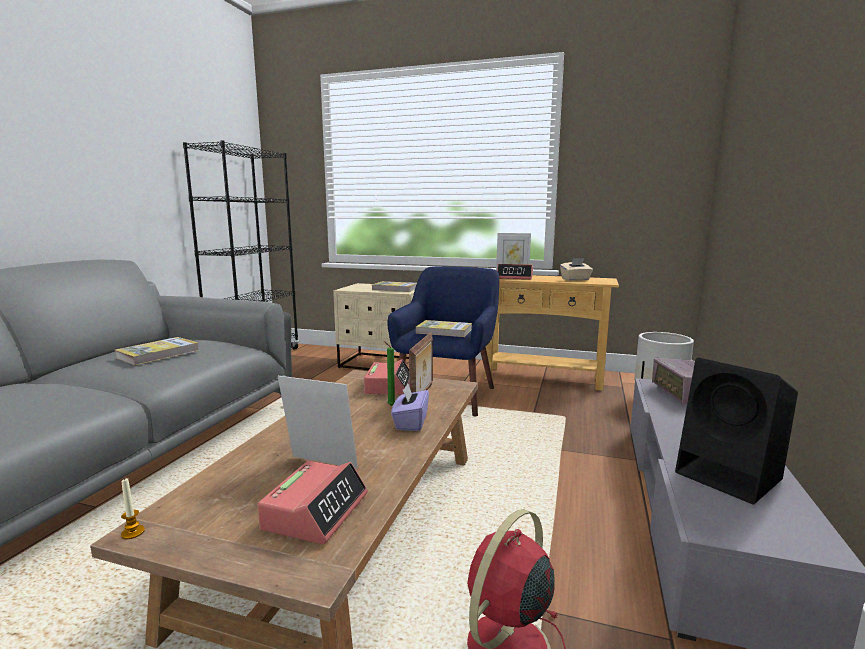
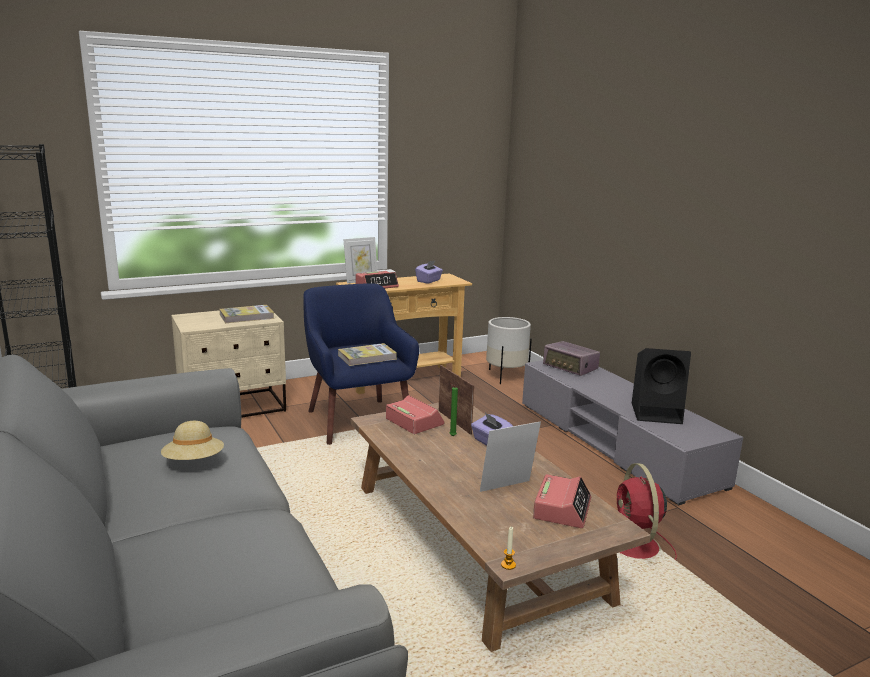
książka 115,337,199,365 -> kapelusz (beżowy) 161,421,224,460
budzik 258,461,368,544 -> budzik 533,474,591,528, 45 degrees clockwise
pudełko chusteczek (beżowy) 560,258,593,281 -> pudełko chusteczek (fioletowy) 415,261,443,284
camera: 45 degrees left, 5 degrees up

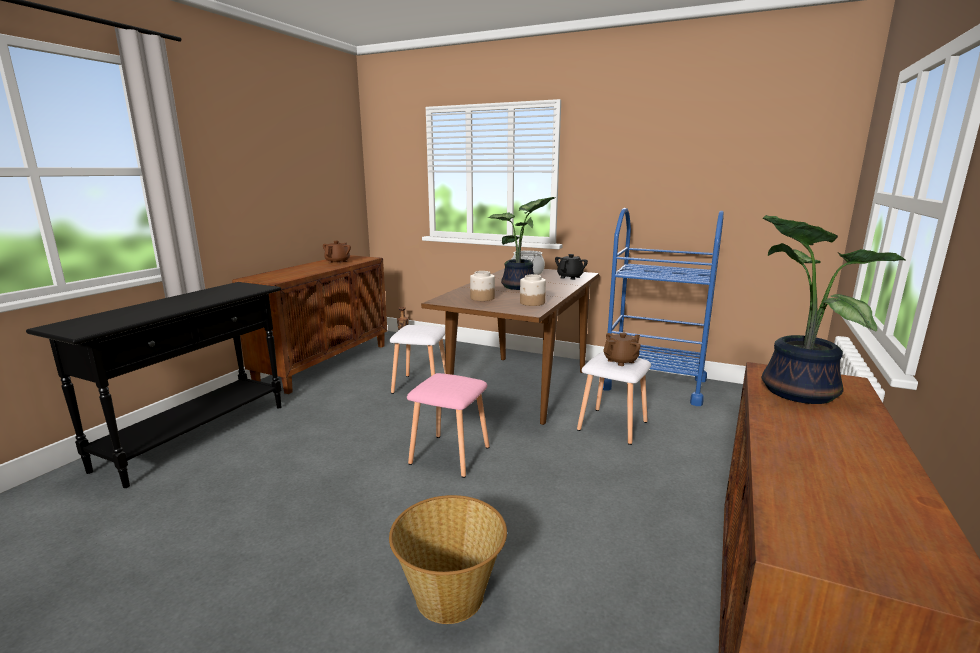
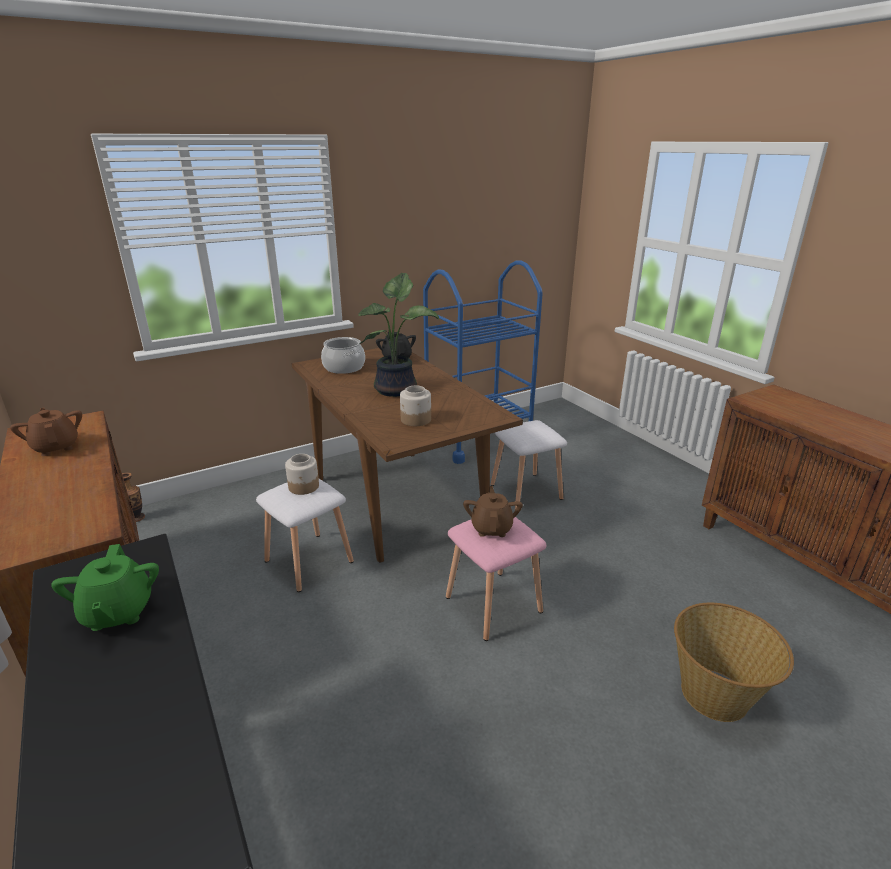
słoik 520,274,546,306 -> słoik 285,454,319,495, move
imbryk (brązowy) 603,333,641,366 -> imbryk (brązowy) 463,486,523,537, move
roślina doniczkowa 762,215,905,404 -> none
none -> imbryk (zielony) 51,544,159,631
camera: 55 degrees left, 10 degrees up

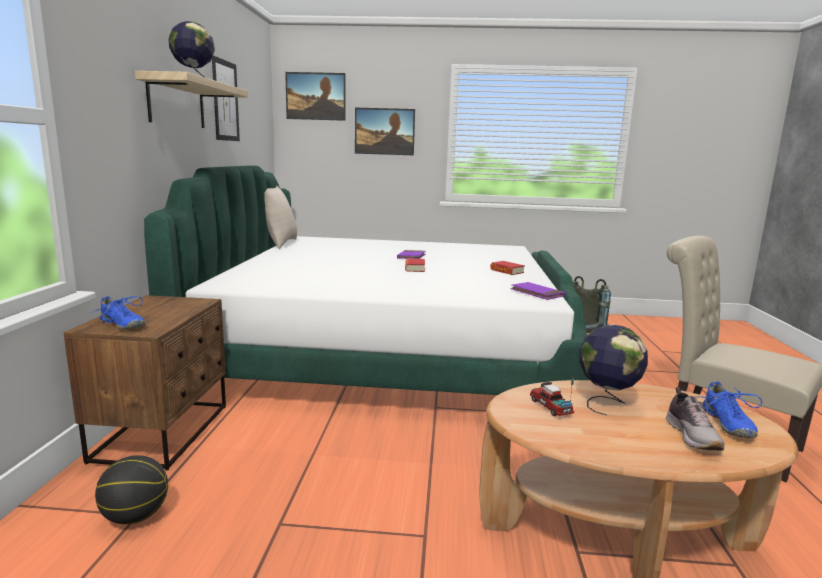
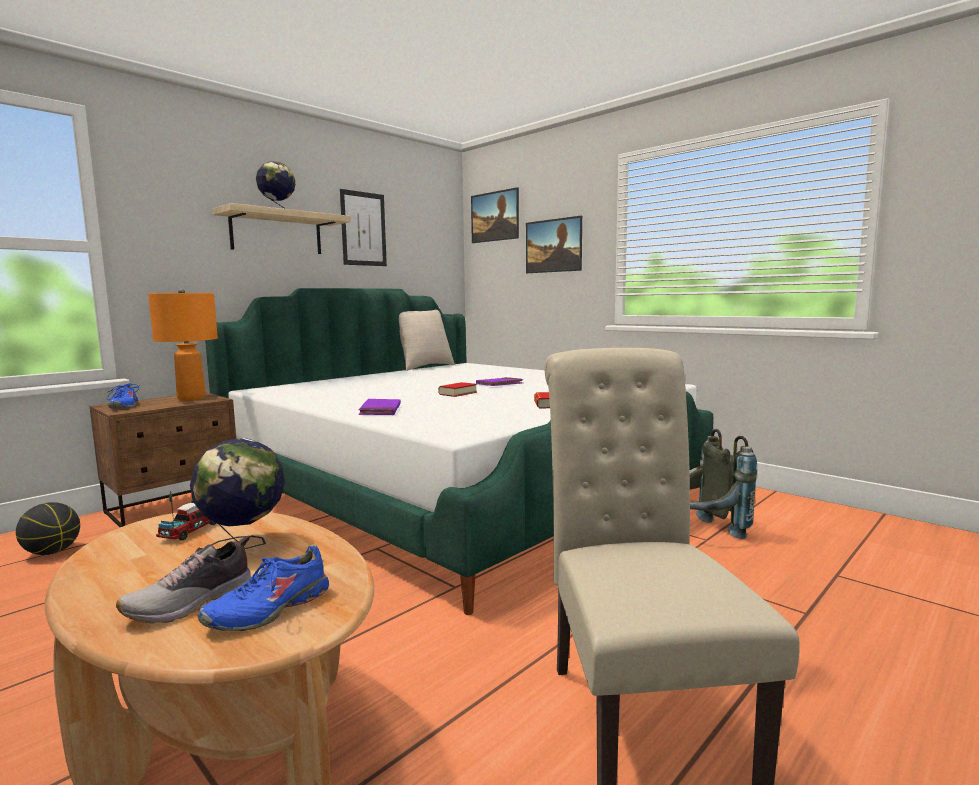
książka (fioletowy) 510,282,565,300 -> książka (fioletowy) 359,399,401,415, move
none -> lampa stołowa (pomarańczowy) 148,289,218,401
camera: 40 degrees right, 5 degrees down

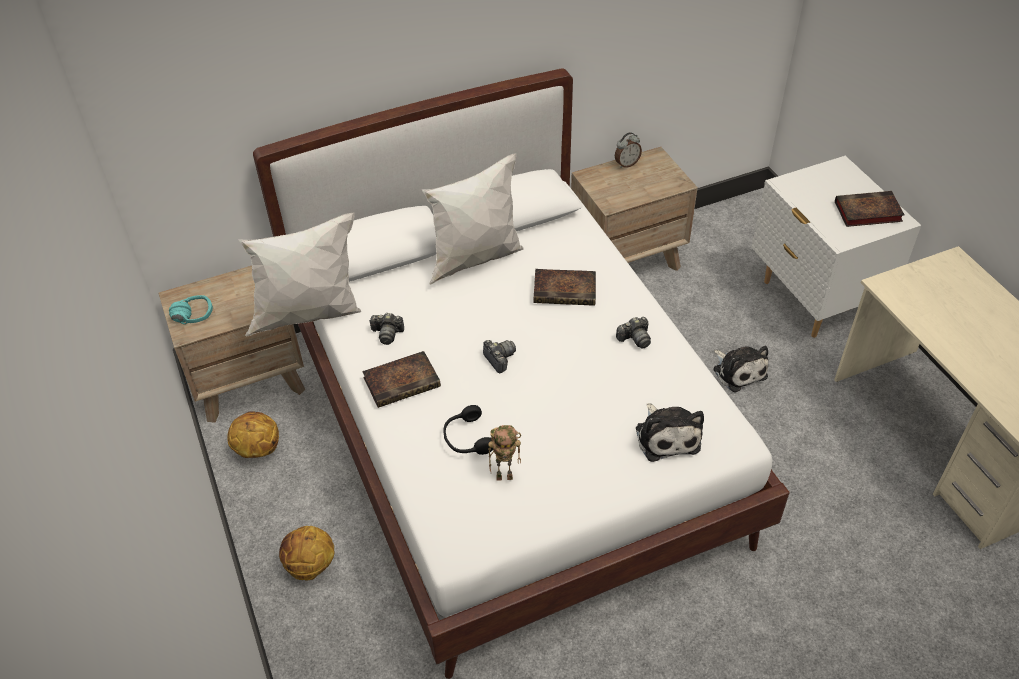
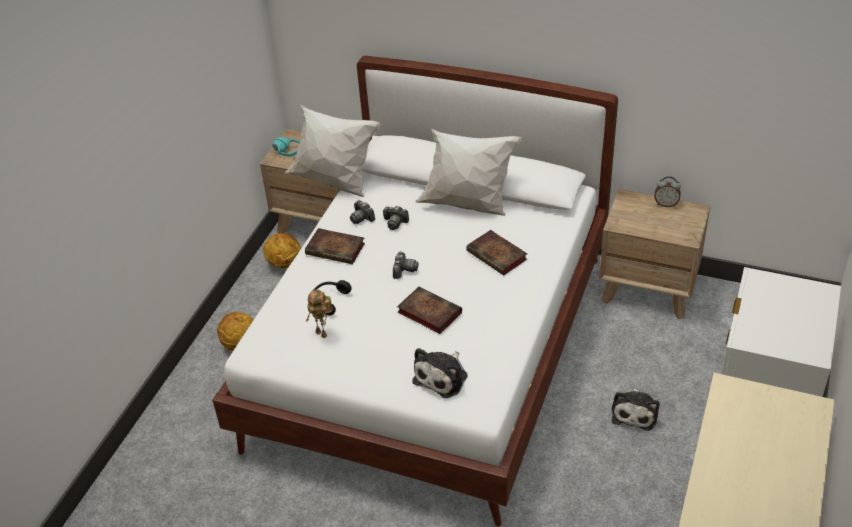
aparat fotograficzny 616,317,651,349 -> aparat fotograficzny 383,206,409,230, move
książka 835,191,905,227 -> książka 397,287,462,334, move
camera: 45 degrees right, 5 degrees down

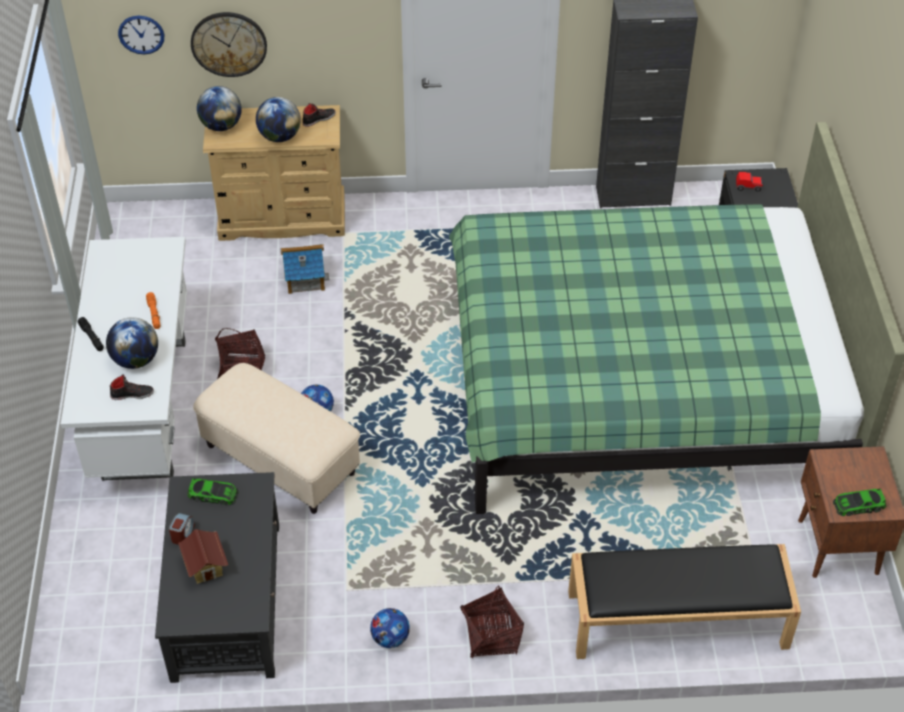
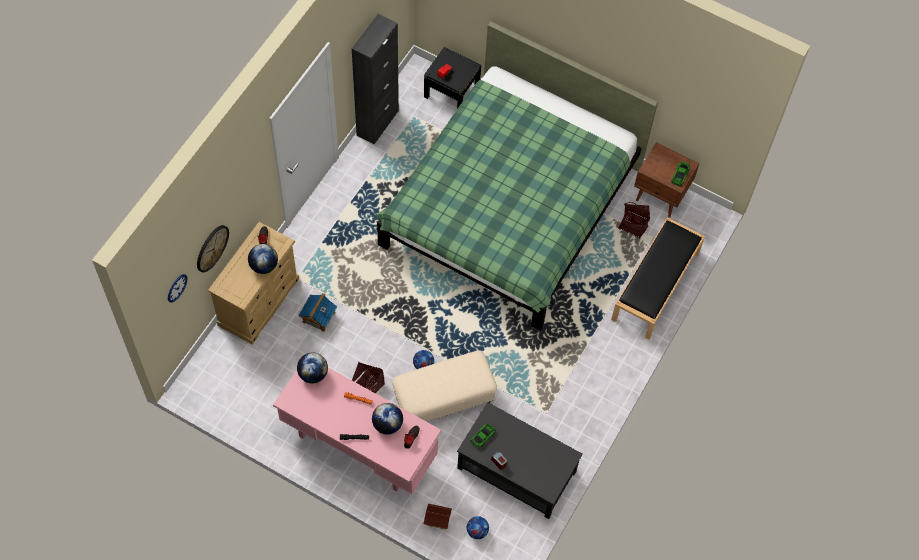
biurko (biały) 61,237,187,481 -> biurko (różowy) 273,368,441,494
domek 178,529,228,584 -> domek 424,504,452,529, move
globus 197,86,242,131 -> globus 297,352,328,383, move
piłka futbolowa 370,608,410,648 -> piłka futbolowa 467,516,489,539, move
koszyk 460,586,524,658 -> koszyk 618,202,650,239, move
camera: 60 degrees left, 15 degrees up

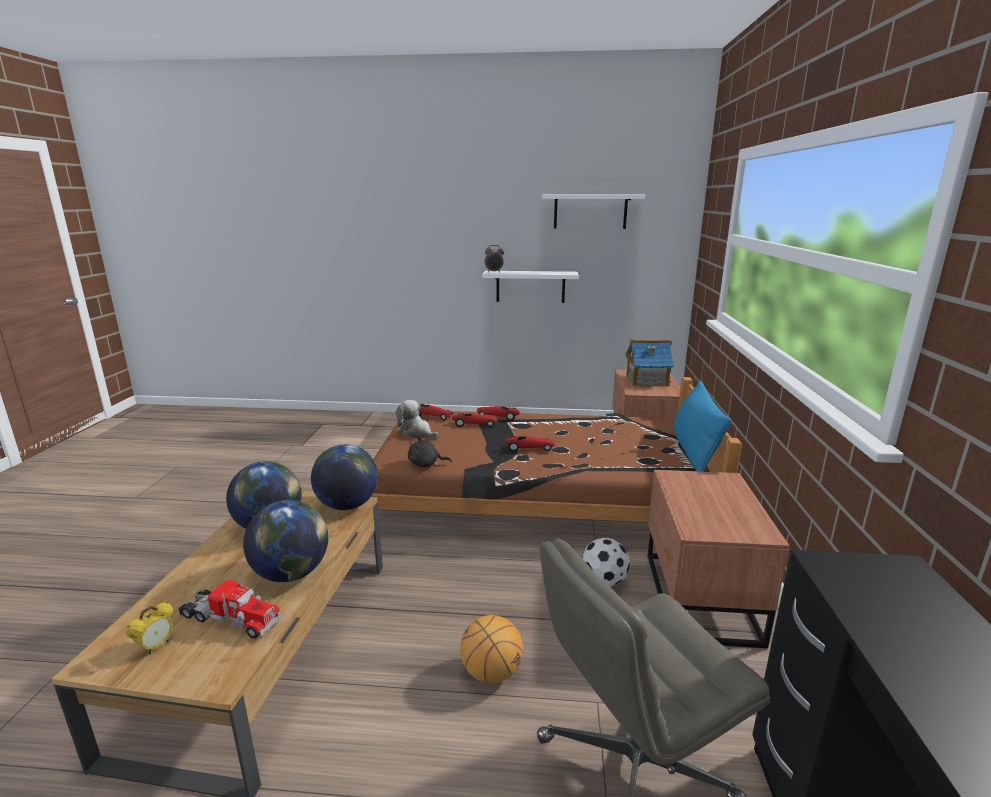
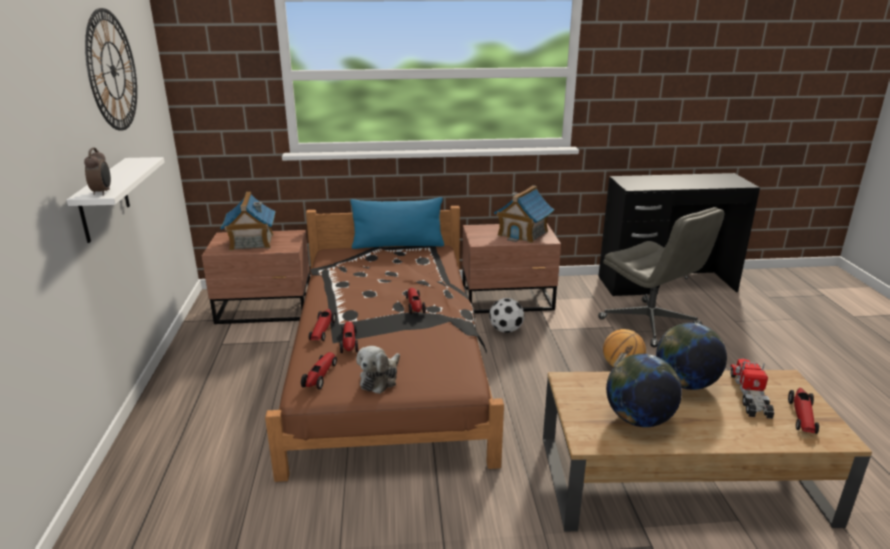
budzik 126,602,173,654 -> samochodzik 788,388,819,434
globus 311,444,378,510 -> none
pluszak (czarny) 408,435,452,467 -> none
półka (biały) 542,194,645,229 -> zegar ścienny 85,8,137,131
none -> domek 494,185,554,243
camera: 100 degrees left, 5 degrees up

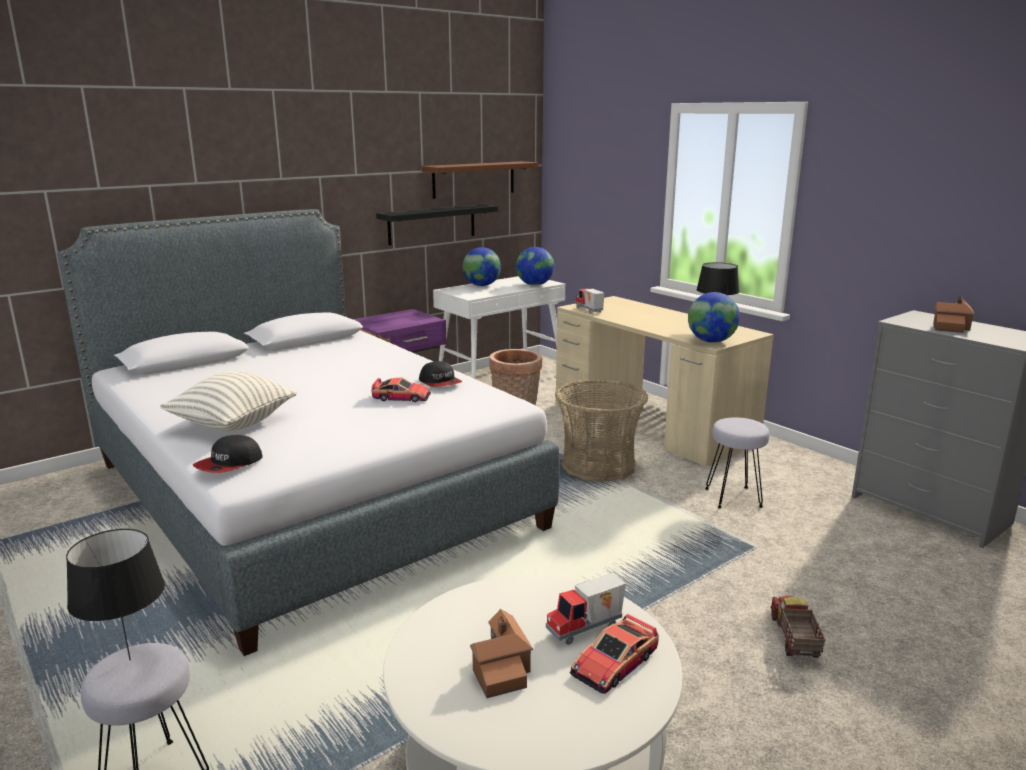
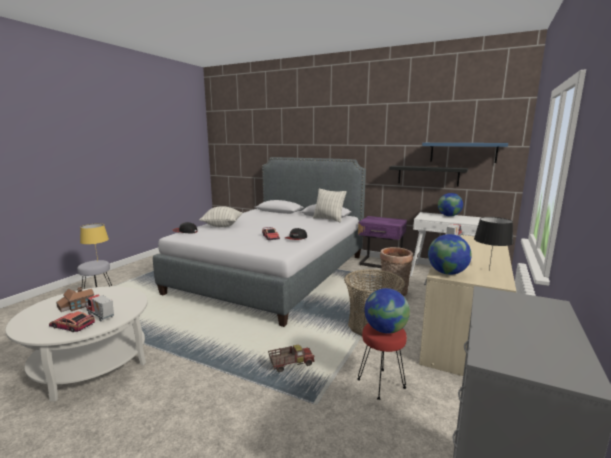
lampa stołowa (czarny) 66,529,165,660 -> lampa stołowa (żółty) 80,224,109,260
półka (brązowy) 422,161,538,199 -> półka (niebieski) 422,143,508,163
globus 516,247,554,286 -> globus 364,288,410,334, move
stołek (szary) 705,417,770,509 -> stołek (czerwony) 357,323,407,400
ciężarówka zabawkowa 771,596,826,657 -> ciężarówka zabawkowa 268,345,315,372, move
domek 933,296,975,333 -> none
none -> poduszka 313,189,347,222
camera: 65 degrees right, 5 degrees down

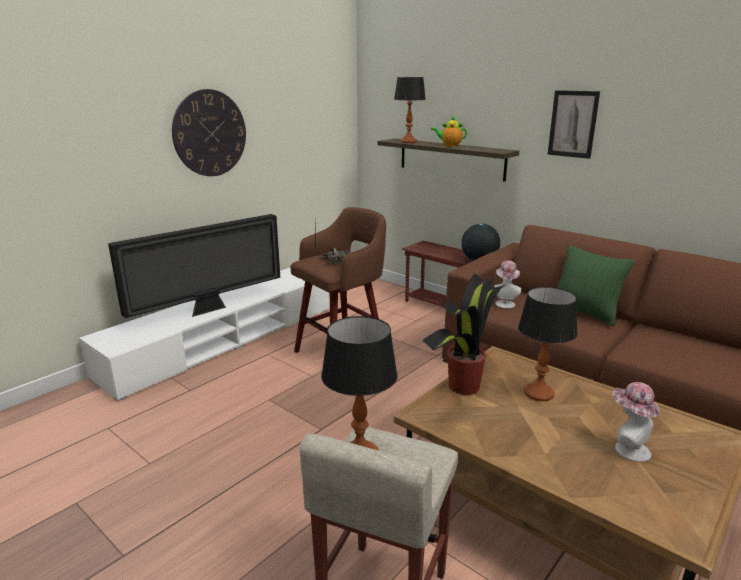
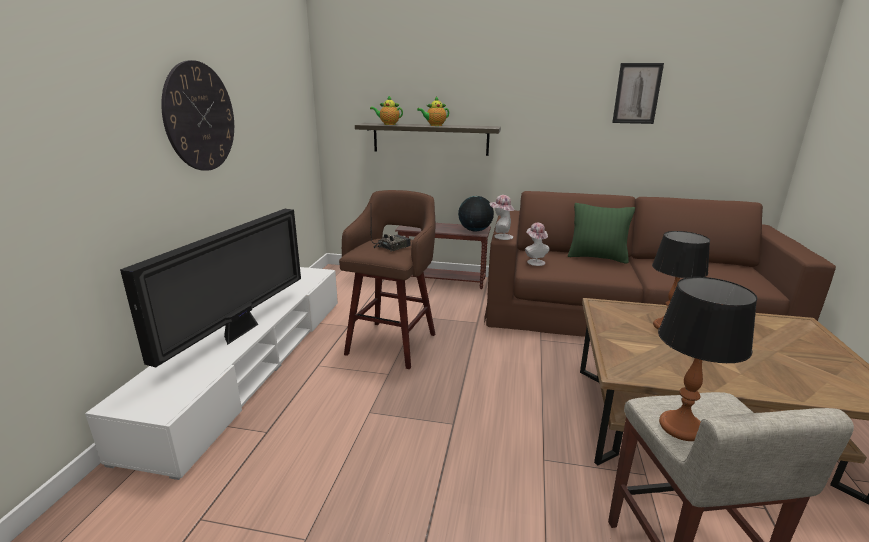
lampa stołowa 394,77,426,143 -> imbryk 370,96,403,125
roślina doniczkowa 422,273,505,395 -> none
obraz 548,90,600,159 -> obraz 612,63,664,124, move
kapelusz 613,382,660,462 -> kapelusz 490,195,515,240, move
camera: 30 degrees left, 0 degrees up

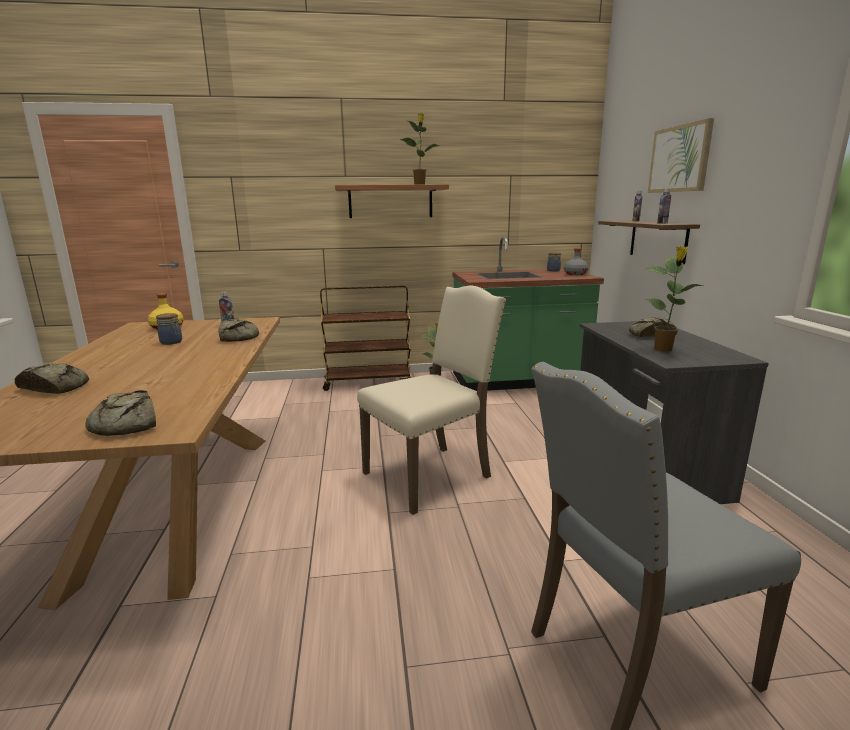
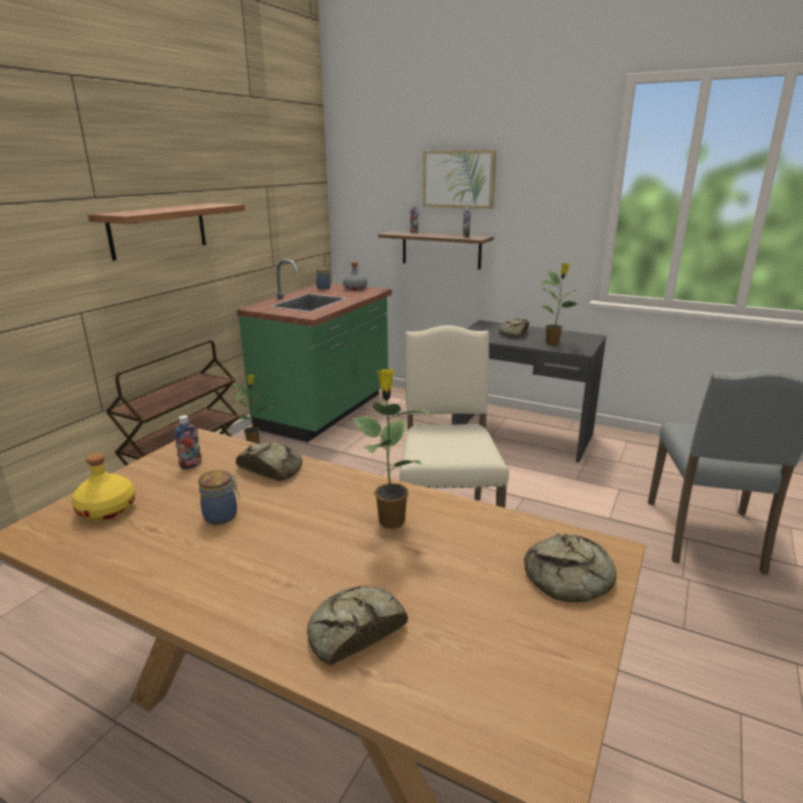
roślina doniczkowa 400,113,439,185 -> roślina doniczkowa 352,369,434,529, move
camera: 55 degrees left, 5 degrees up

